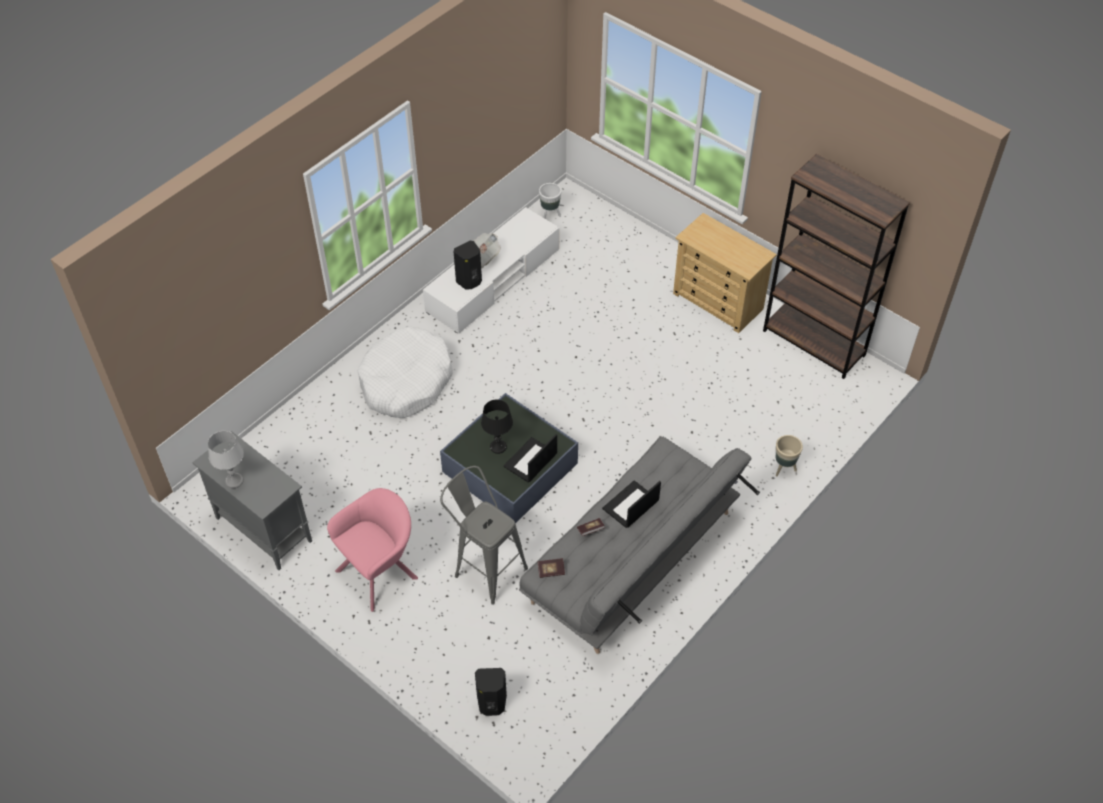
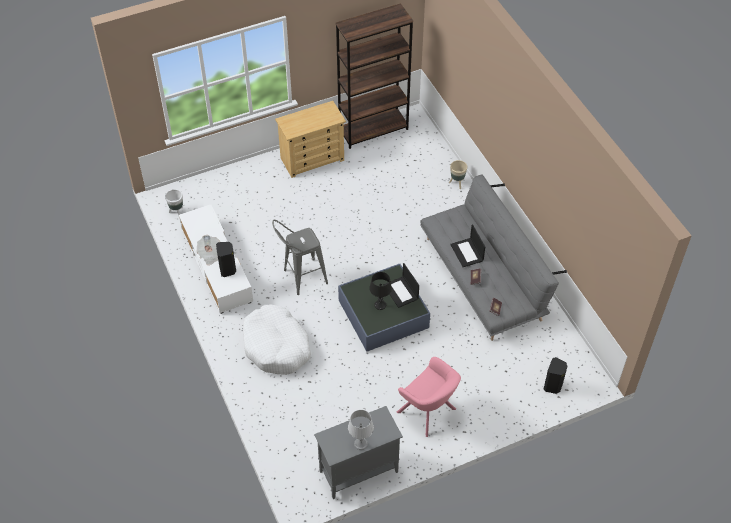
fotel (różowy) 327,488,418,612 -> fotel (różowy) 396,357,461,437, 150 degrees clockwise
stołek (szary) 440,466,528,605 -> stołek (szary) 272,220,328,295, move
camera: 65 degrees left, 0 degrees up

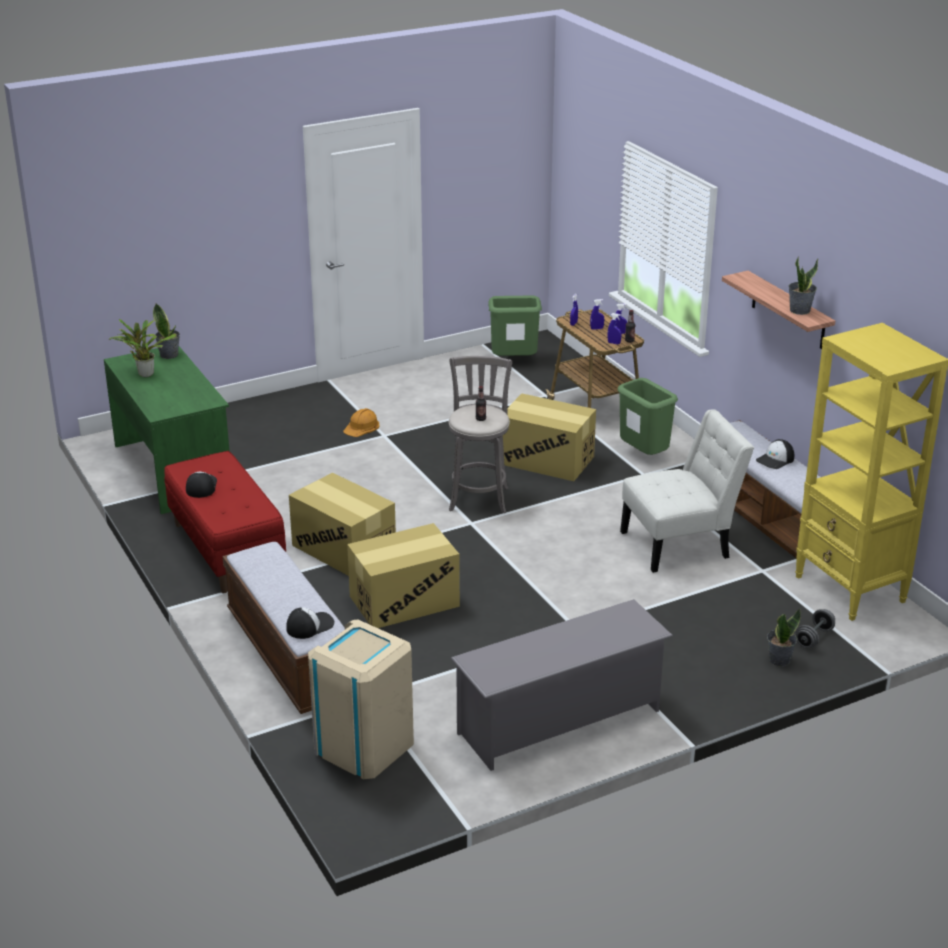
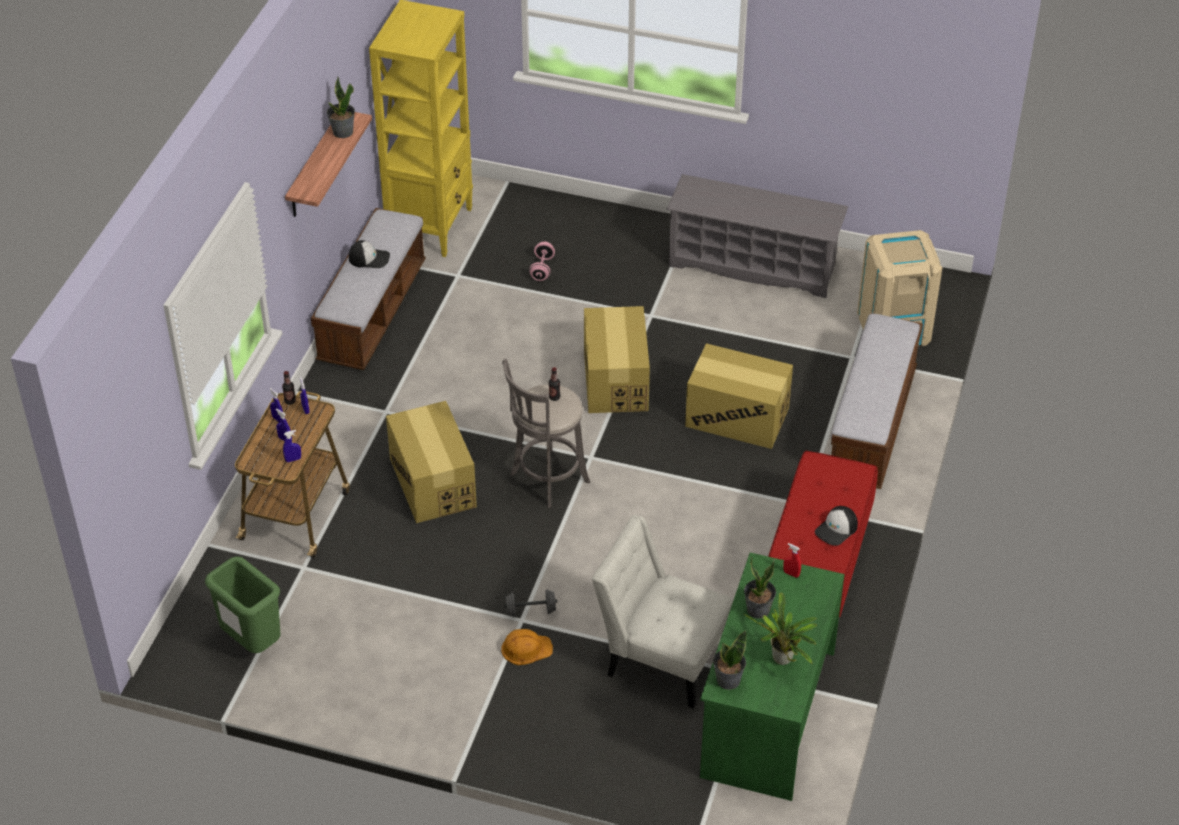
czapka z daszkiem 286,607,334,639 -> none
karton 289,472,396,576 -> karton 584,306,650,413, move
kosz na śmieci (zielony) 618,378,678,455 -> none
krzesło (biały) 620,409,754,573 -> krzesło (biały) 592,515,733,709, move
roślina doniczkowa 767,608,801,667 -> roślina doniczkowa 744,557,776,619, move
hantel (szary) 796,609,835,648 -> hantel (szary) 504,589,557,617, move
none -> hantel (różowy) 529,242,555,281
none -> spryskiwacz (czerwony) 783,543,801,578
camera: 135 degrees left, 15 degrees up

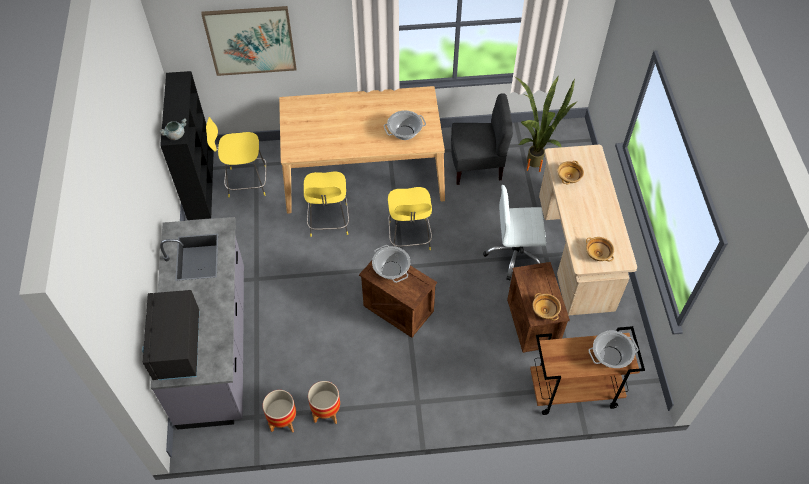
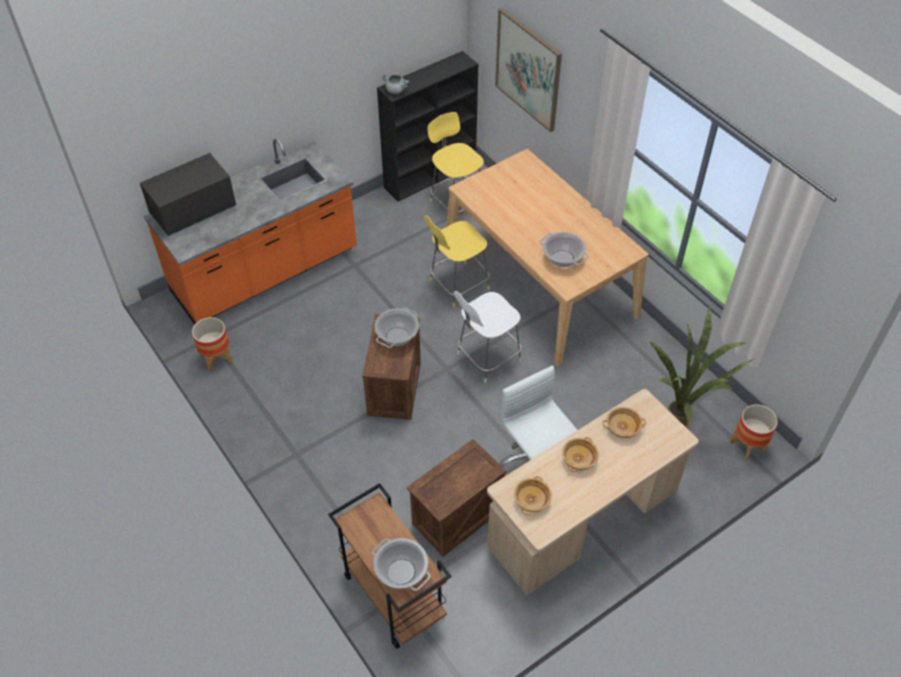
zabudowa kuchenna (szary) 151,217,244,430 -> zabudowa kuchenna (pomarańczowy) 144,139,357,325
donica 308,381,340,424 -> donica 730,404,778,461, move
stołek (żółty) 388,187,432,250 -> stołek (biały) 454,291,521,383
krzesło (szary) 451,93,513,185 -> none
miska (beżowy) 532,293,561,321 -> miska (beżowy) 562,437,599,472, move
camera: 60 degrees right, 5 degrees down

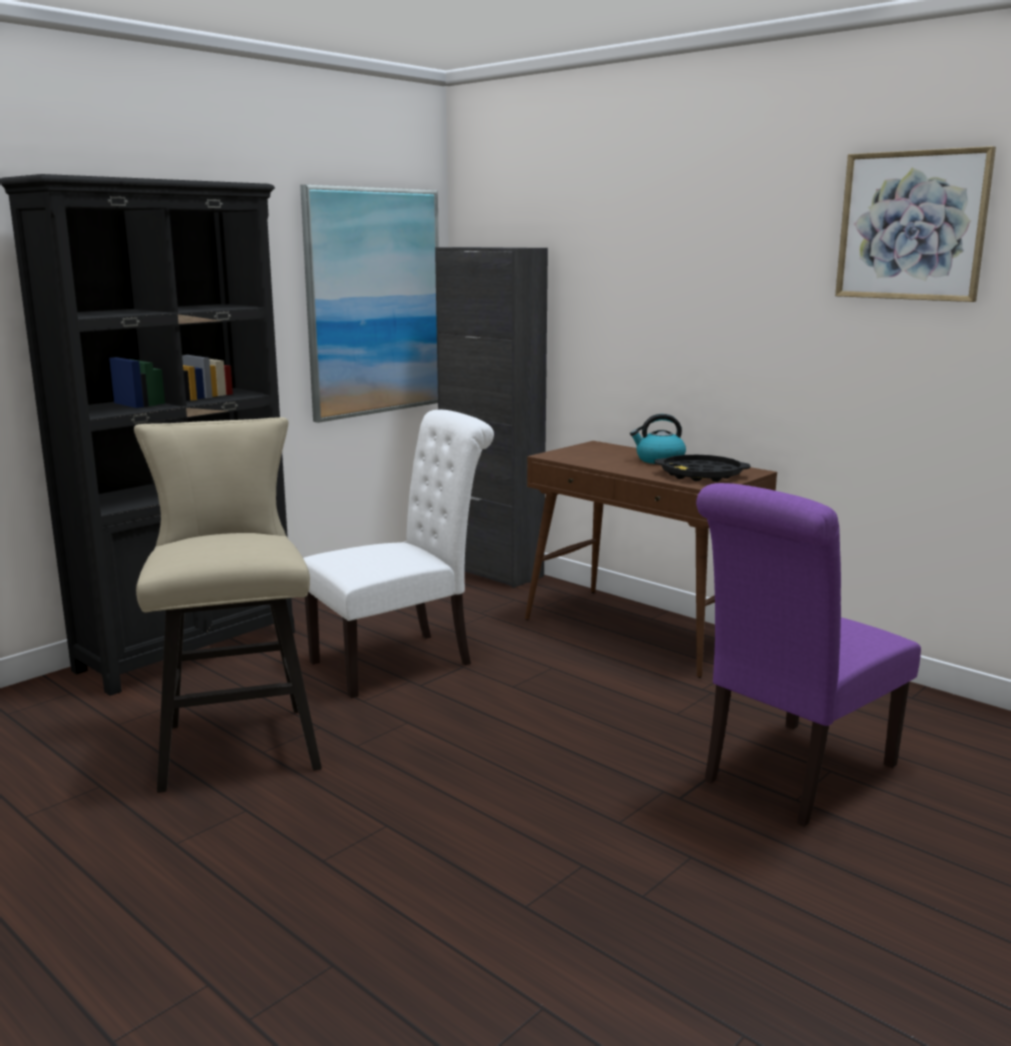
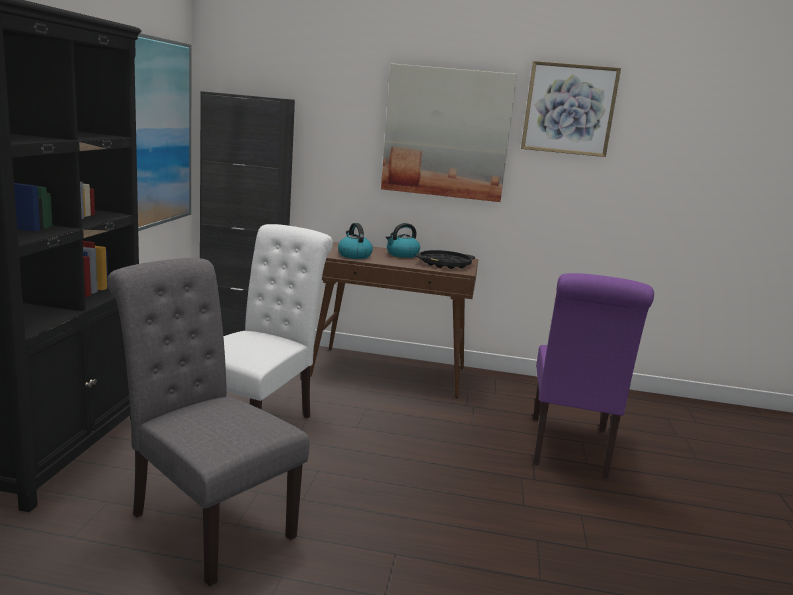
stołek (beżowy) 134,417,322,793 -> krzesło (szary) 107,258,310,586
none -> czajnik 338,223,373,259
none -> obraz 381,64,517,202
camera: 35 degrees left, 0 degrees up

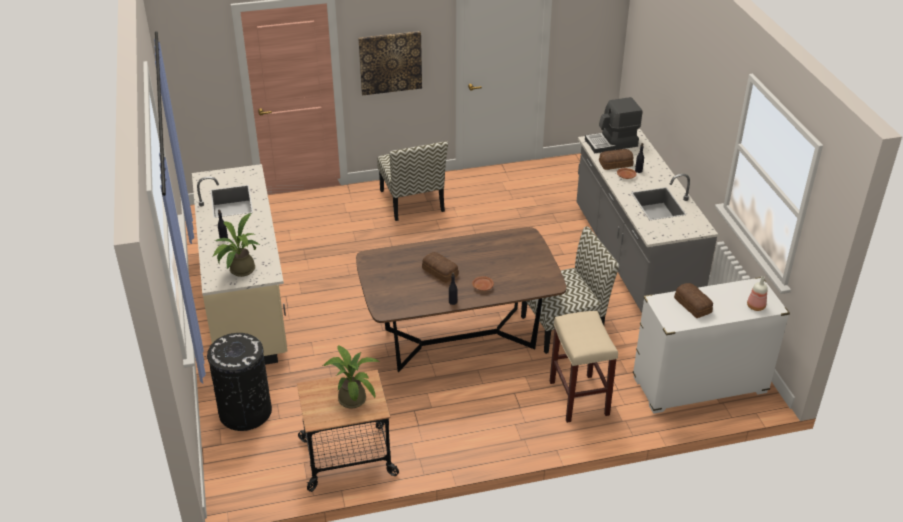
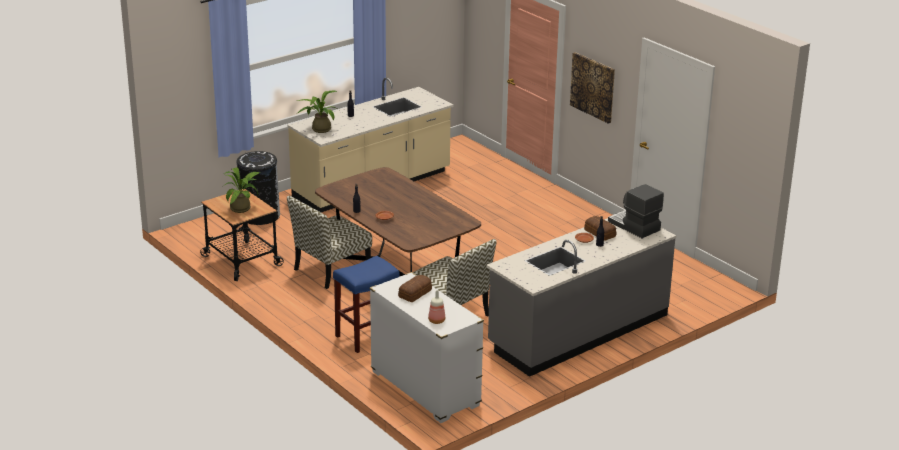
krzesło 377,141,448,221 -> krzesło 287,196,372,289, move
chleb 422,252,459,283 -> none
stołek (beżowy) 550,311,618,423 -> stołek (niebieski) 333,256,400,353
camera: 65 degrees right, 10 degrees down

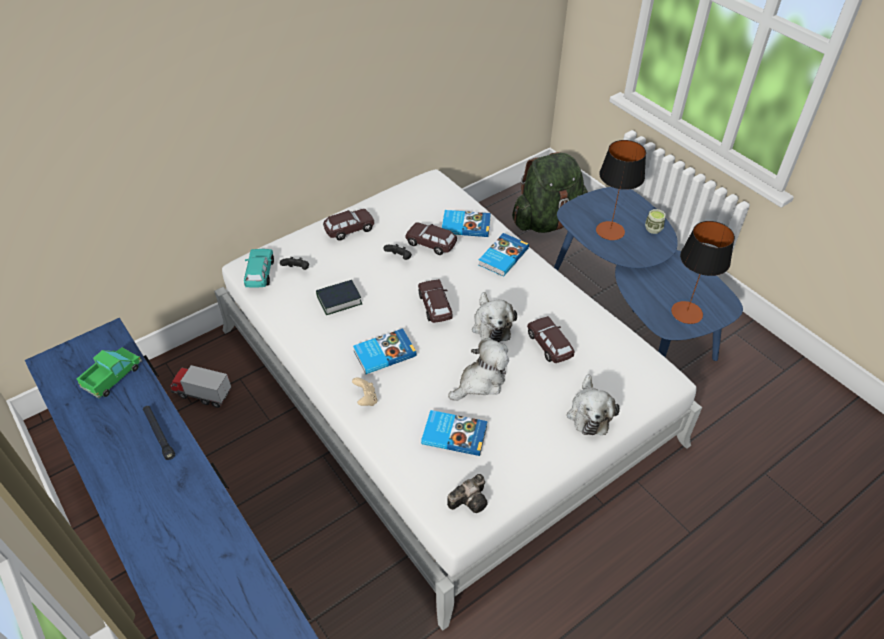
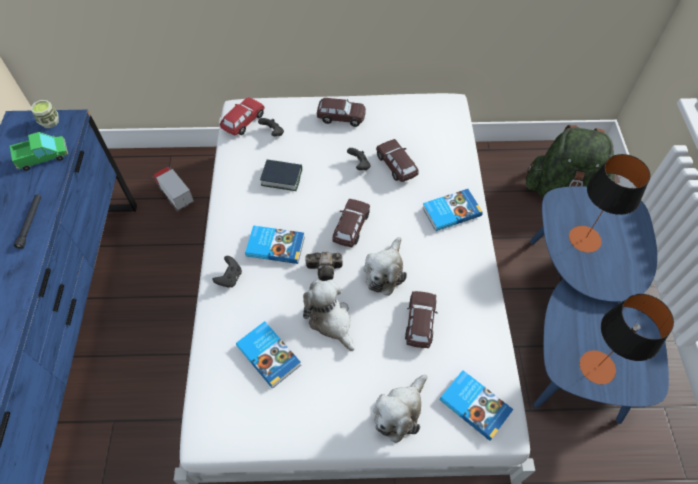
samochodzik (turkusowy) 244,249,274,288 -> samochodzik (czerwony) 220,97,264,135
pad do gier (beżowy) 352,377,378,406 -> pad do gier (czarny) 212,256,242,288
książka 442,210,491,237 -> książka 439,370,514,441, move
aparat fotograficzny 447,474,487,513 -> aparat fotograficzny 305,252,342,281, move
pluszak 448,338,509,401 -> pluszak 303,280,355,351, 120 degrees counterclockwise
filiżanka 645,209,666,234 -> filiżanka 31,100,59,128, move
camera: 35 degrees right, 10 degrees up

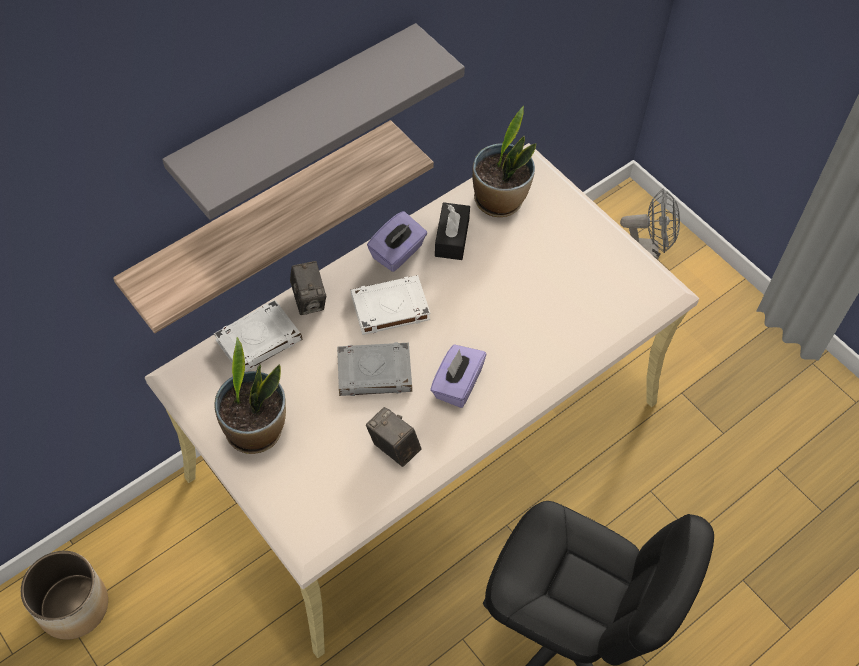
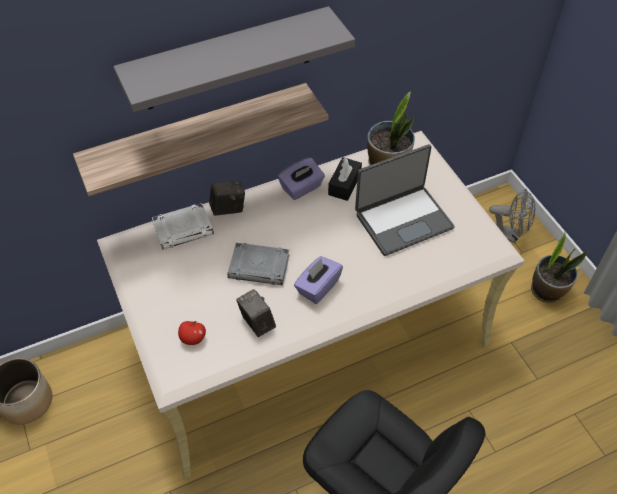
roślina doniczkowa 214,337,286,454 -> roślina doniczkowa 531,232,588,303, move
aparat fotograficzny 290,261,326,315 -> aparat fotograficzny 209,181,245,216, 105 degrees counterclockwise
książka (biały) 351,275,430,335 -> none
none -> jabłko 178,321,206,345
none -> laptop 355,144,455,256
camera: 15 degrees right, 5 degrees down

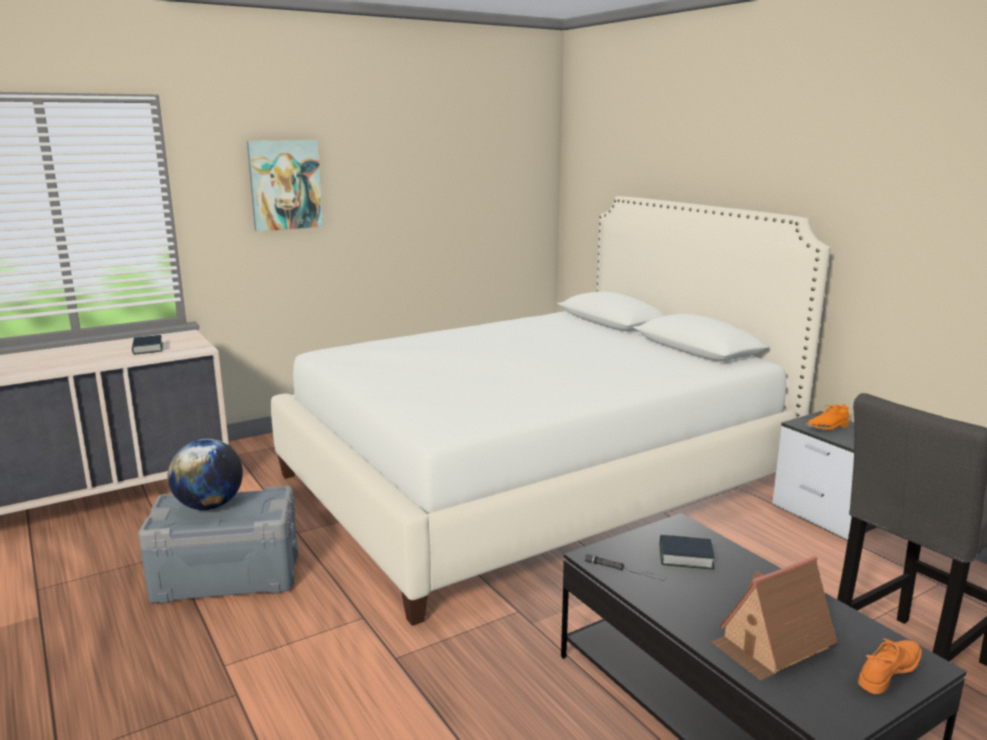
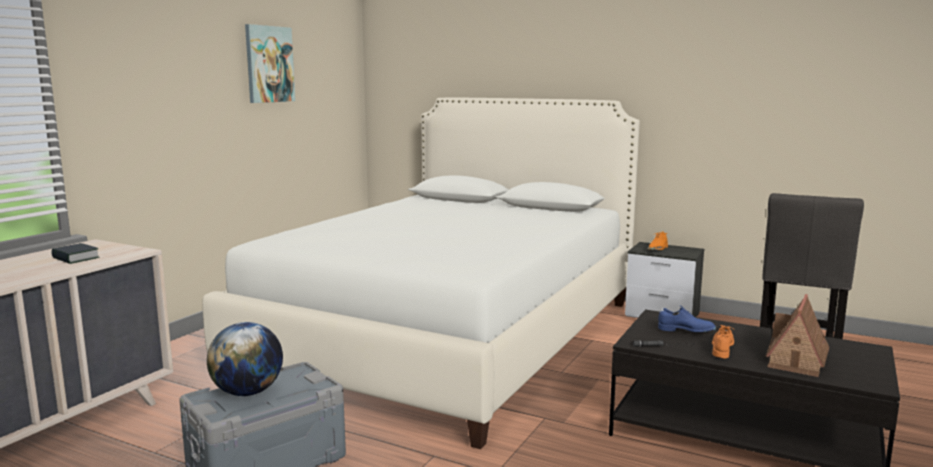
obraz 247,140,323,232 -> obraz 245,24,295,103, move
książka 659,535,714,570 -> but (niebieski) 658,305,716,332
but (pomarańczowy) 858,638,922,694 -> but (pomarańczowy) 712,325,734,359, move
camera: 30 degrees left, 5 degrees down

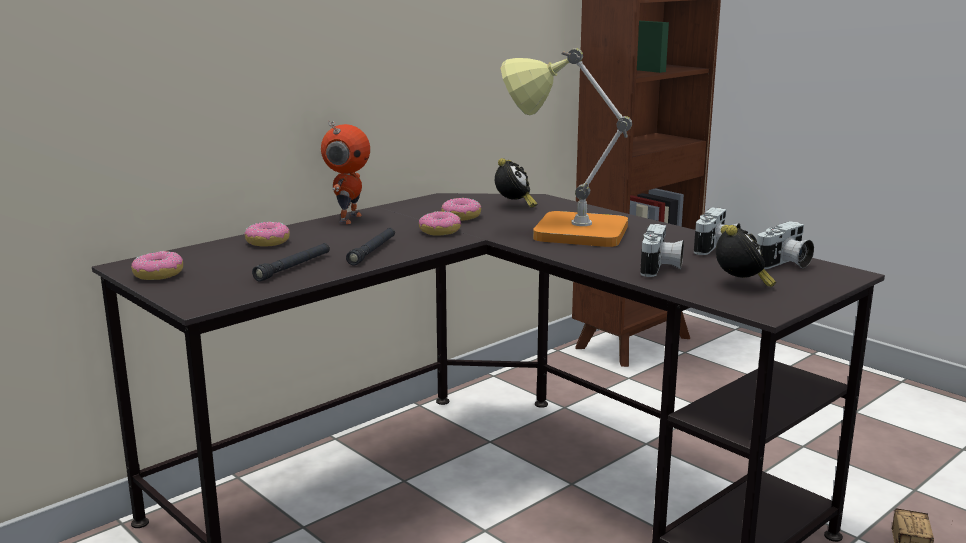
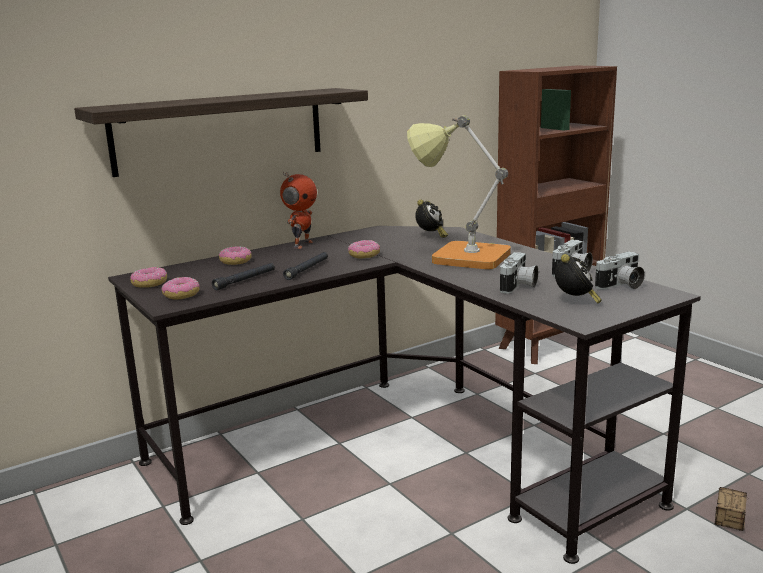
donut 441,198,481,221 -> donut 162,277,200,299, move
none -> półka 74,88,368,177
camera: 10 degrees right, 0 degrees up

